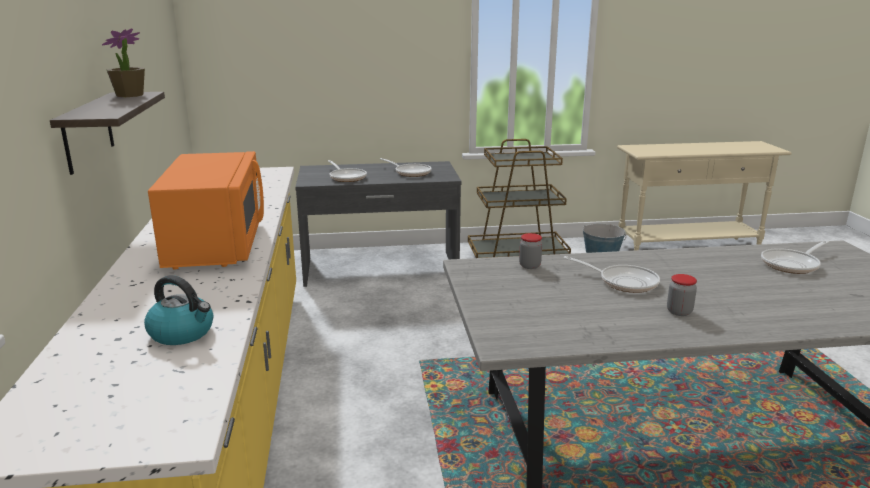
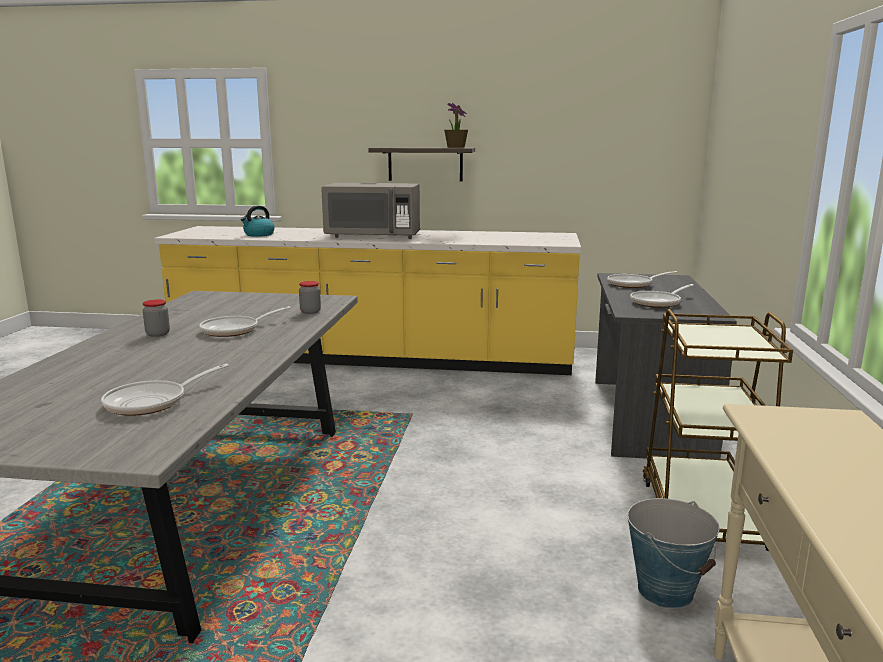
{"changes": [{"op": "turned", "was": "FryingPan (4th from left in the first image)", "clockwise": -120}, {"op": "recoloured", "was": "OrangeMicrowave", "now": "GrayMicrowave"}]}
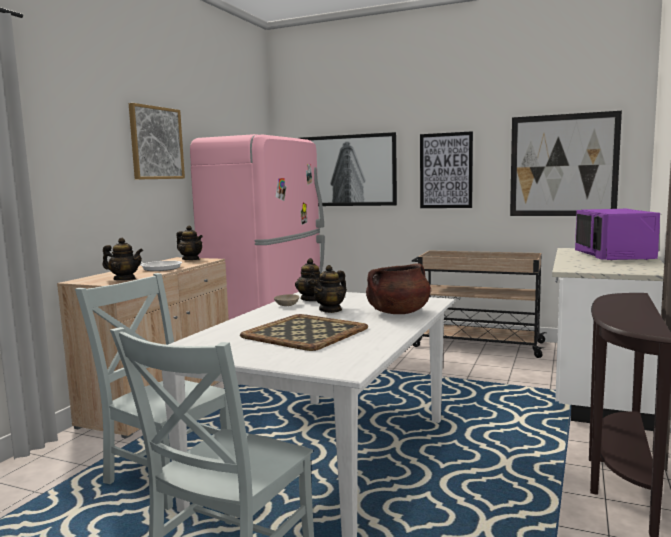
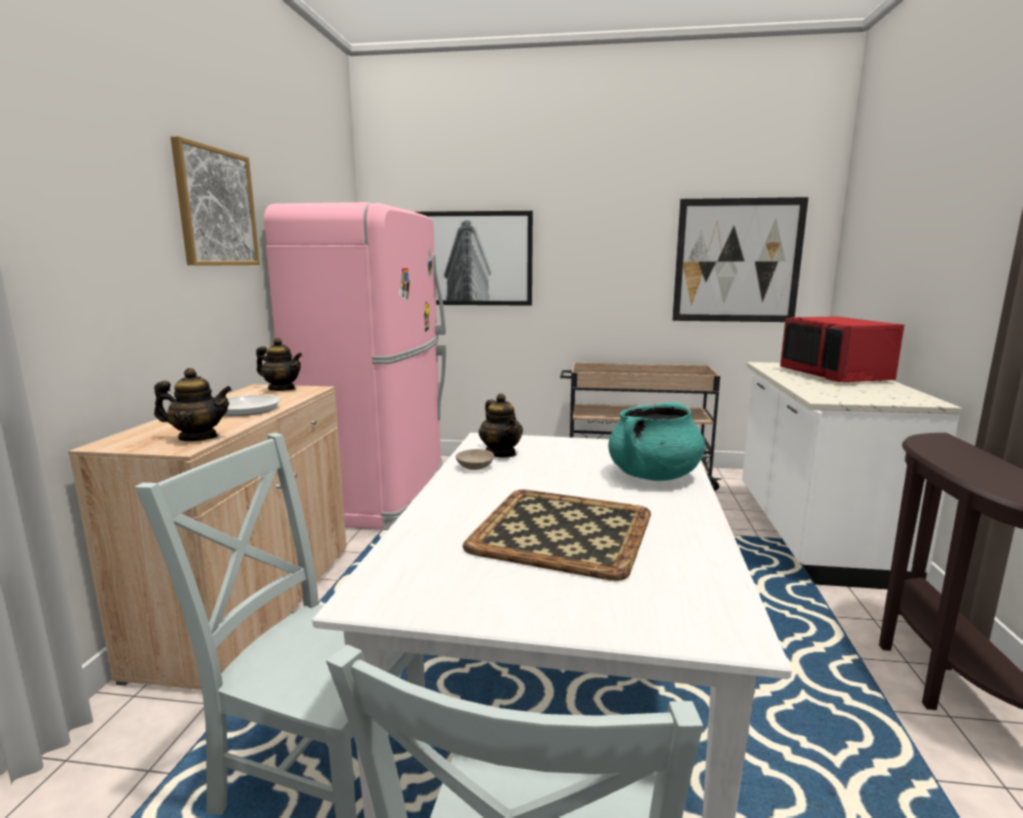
{"changes": [{"op": "recoloured", "was": "BrownColouredStockpot", "now": "BlueGreenStockpot"}, {"op": "recoloured", "was": "PurpleColouredMicrowave", "now": "RedColouredMicrowave"}, {"op": "removed", "was": "Teapot (4th from left)"}, {"op": "removed", "was": "Picture (3rd from left)"}]}
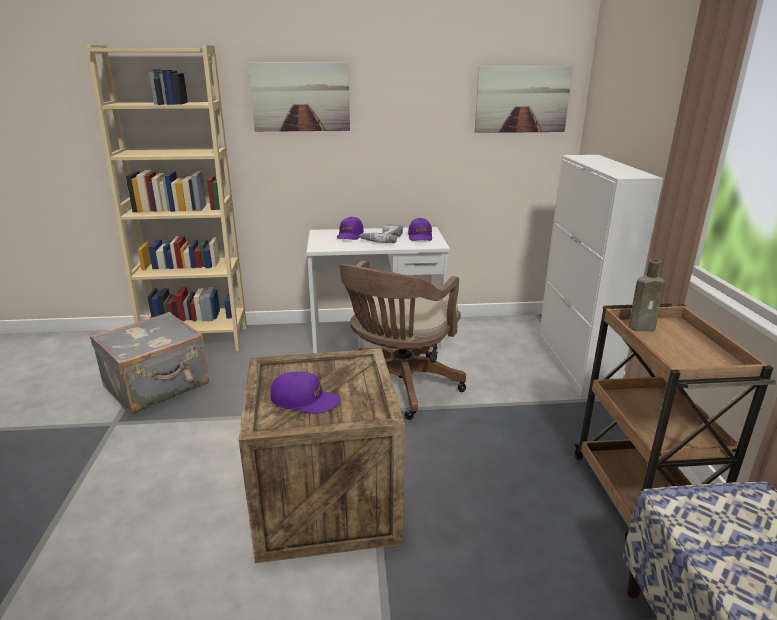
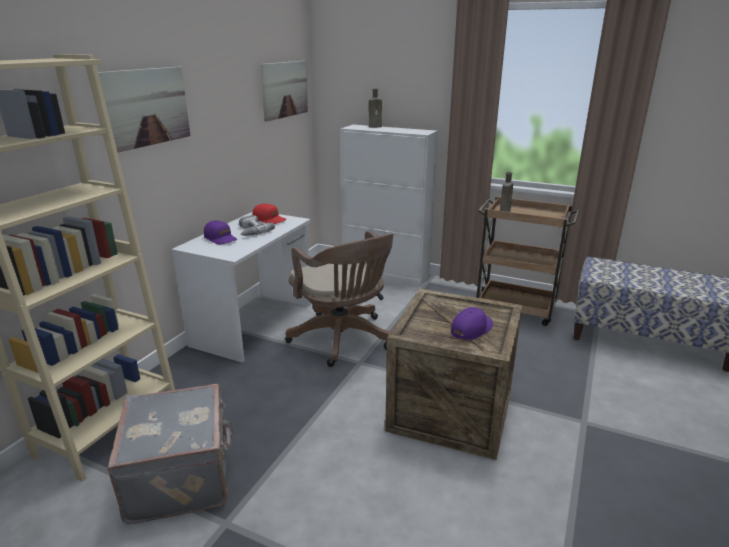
{"changes": [{"op": "recoloured", "was": "PurpleColouredCap (3rd from left)", "now": "RedColouredCap"}, {"op": "added", "now": "BrownColouredDrinkBottle (1st from left)"}]}
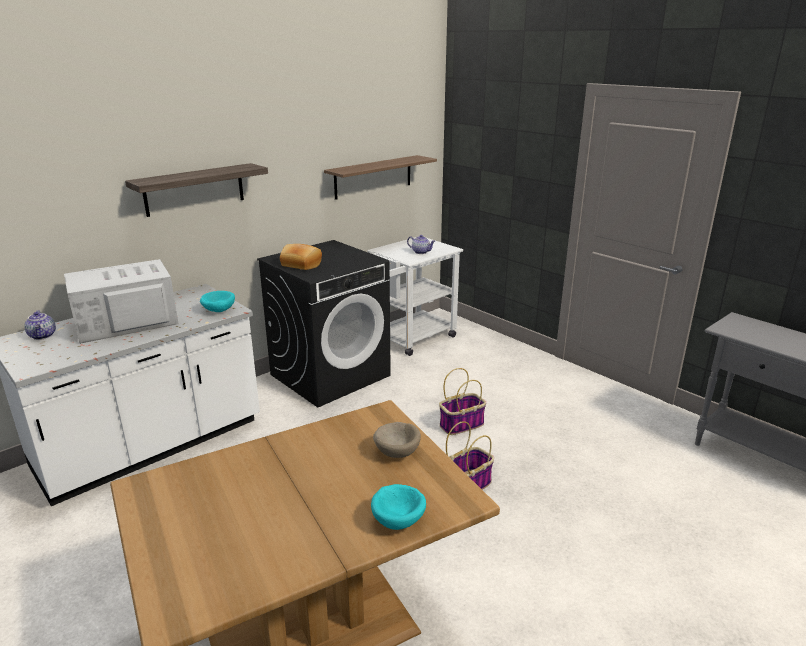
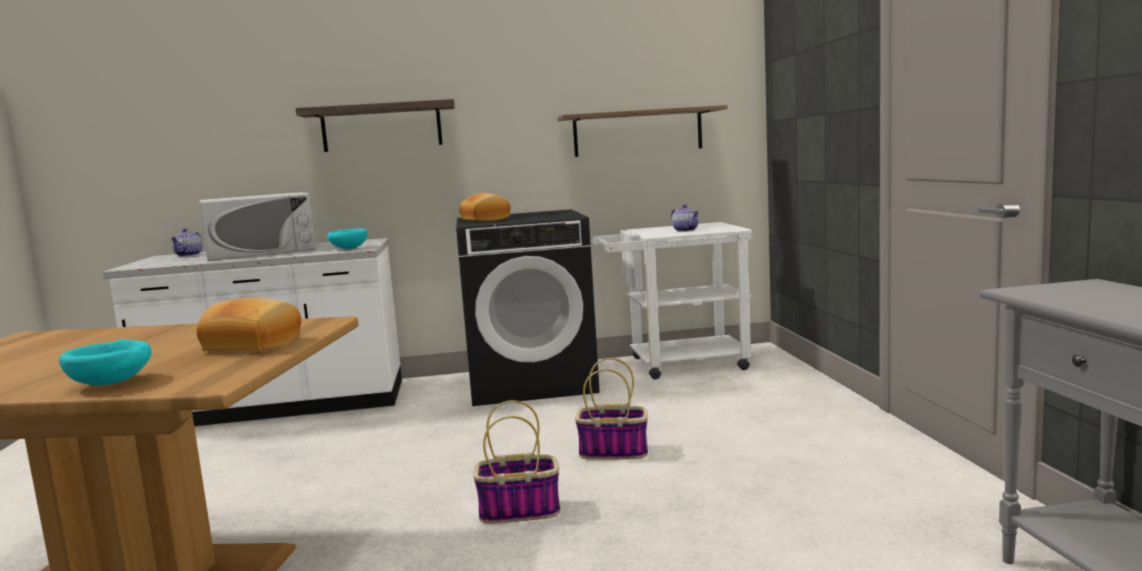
{"changes": [{"op": "replaced", "was": "BeigeBowl", "now": "Bread (1st from left)"}, {"op": "turned", "was": "WhiteMicrowave", "clockwise": 150}]}
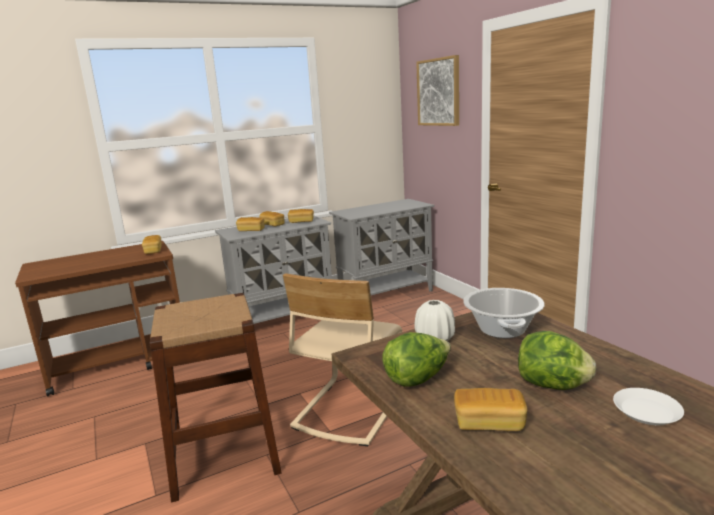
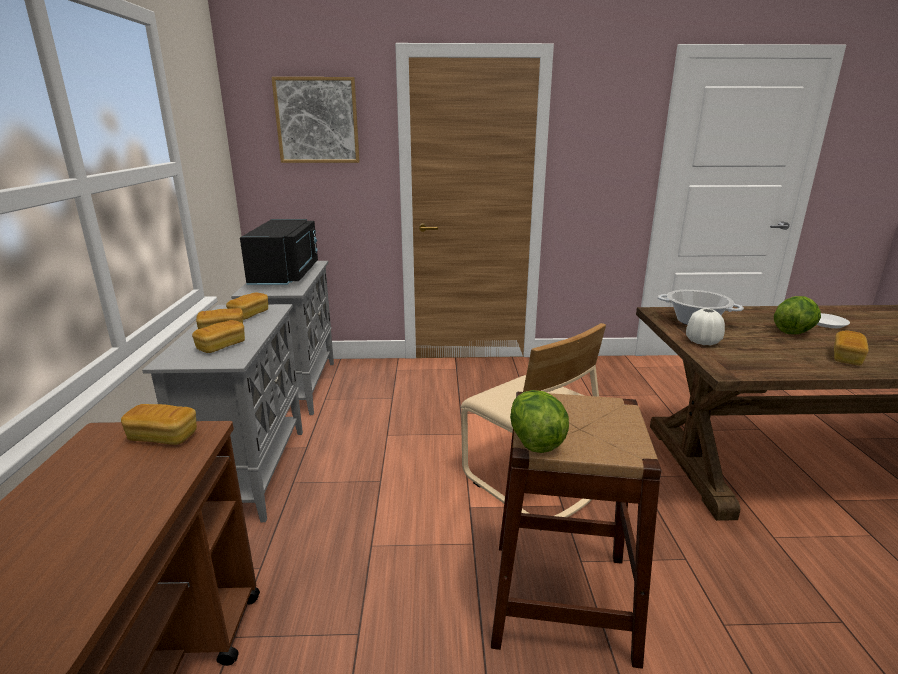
{"changes": [{"op": "added", "now": "BlackColouredMicrowave"}, {"op": "moved", "was": "Lettuce (1st from left)"}]}
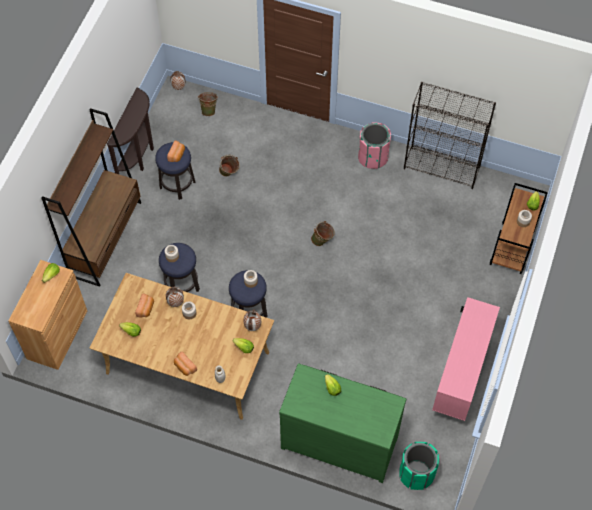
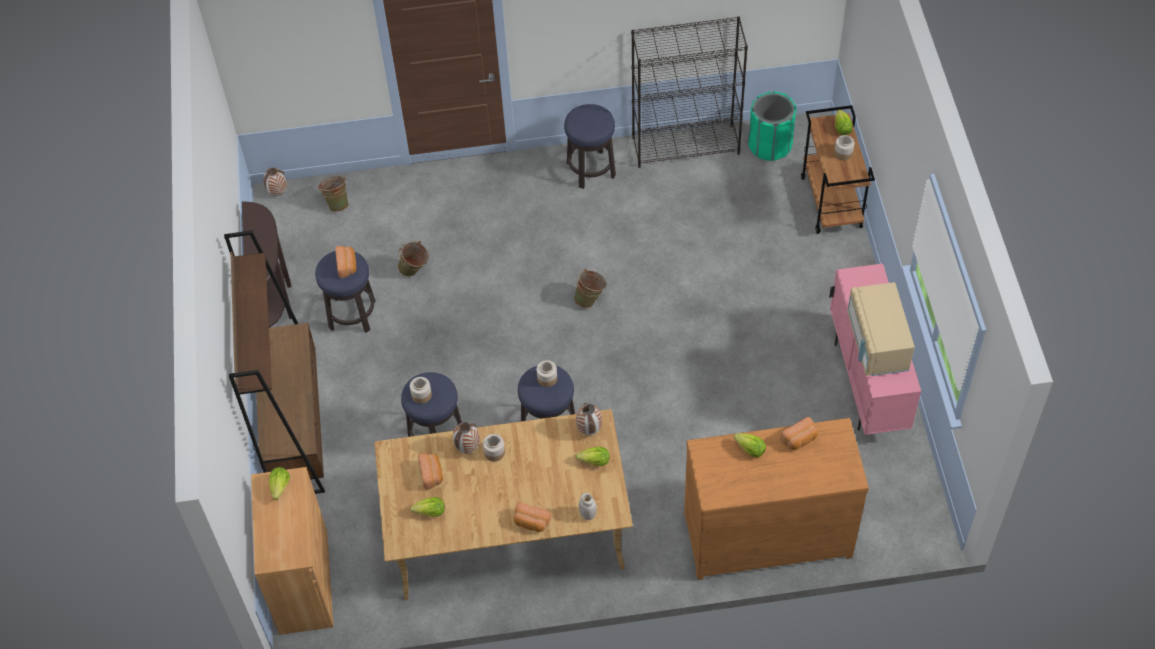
{"changes": [{"op": "replaced", "was": "PinkishTrashCan", "now": "Stool (4th from left)"}, {"op": "recoloured", "was": "GreenColouredDresser", "now": "BrownColouredDresser"}, {"op": "moved", "was": "GreenColouredTrashCan"}, {"op": "added", "now": "Bread (4th from left)"}, {"op": "added", "now": "BeigeMicrowave"}]}
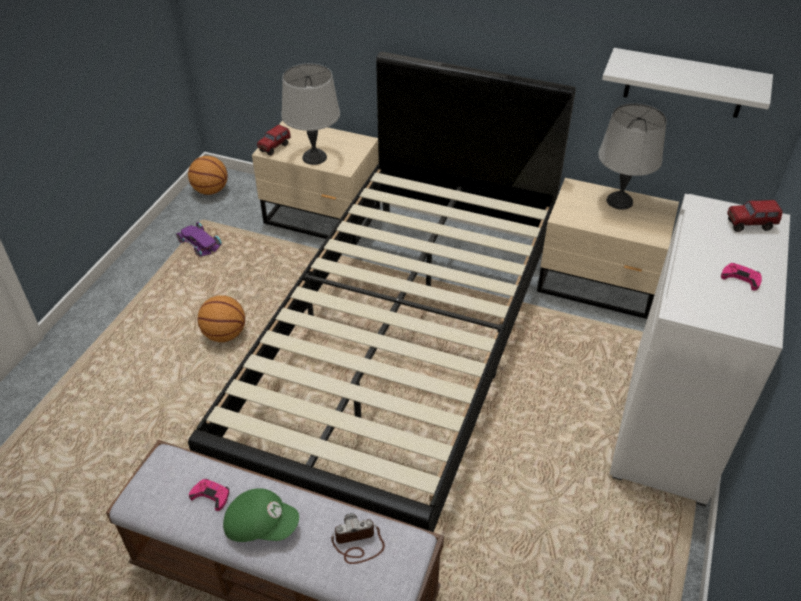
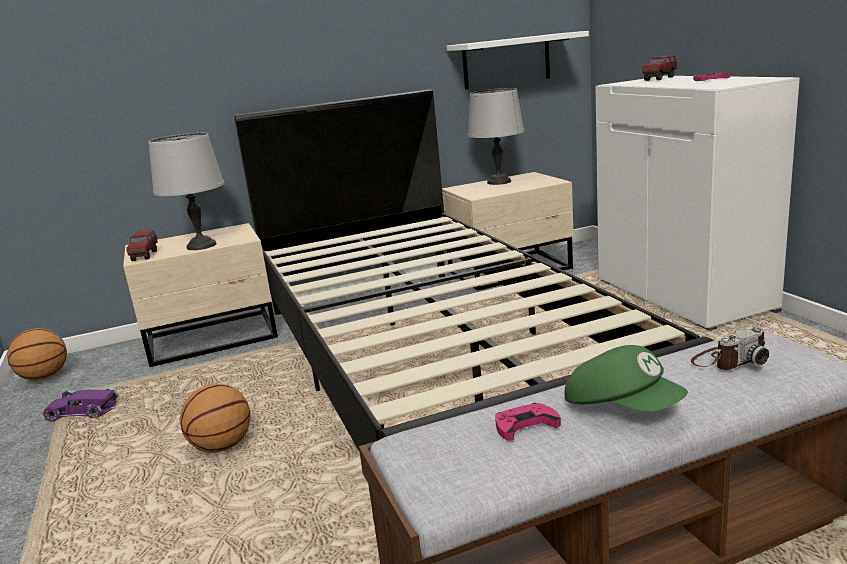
{"changes": [{"op": "turned", "was": "GreenColouredCap", "clockwise": 75}, {"op": "turned", "was": "PhotoCamera", "clockwise": -150}]}
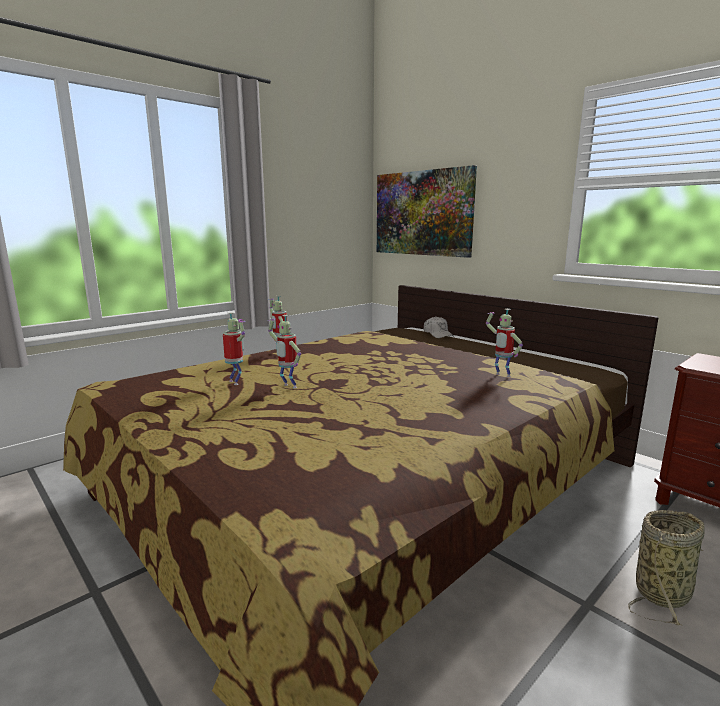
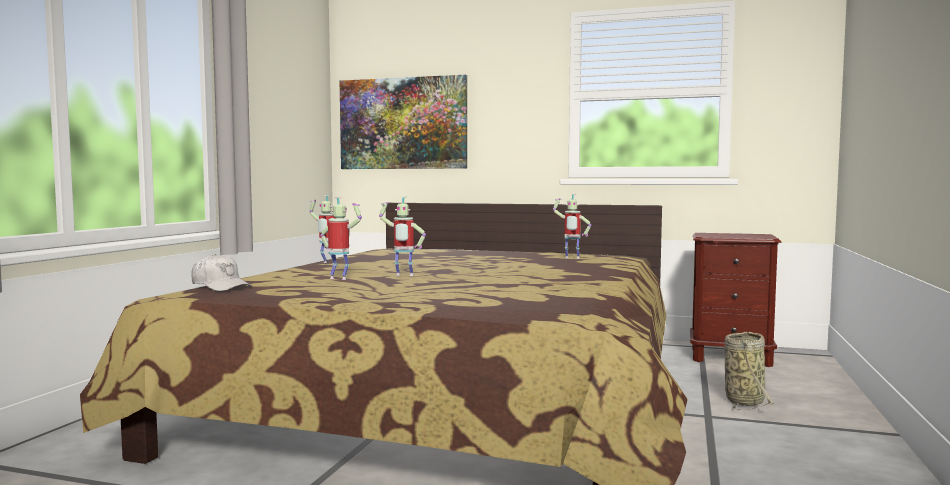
{"changes": [{"op": "moved", "was": "WhiteCap"}]}
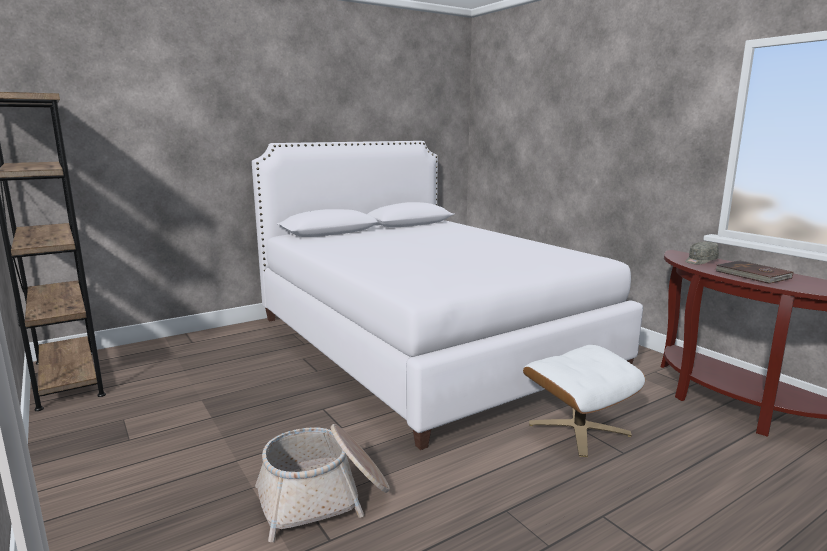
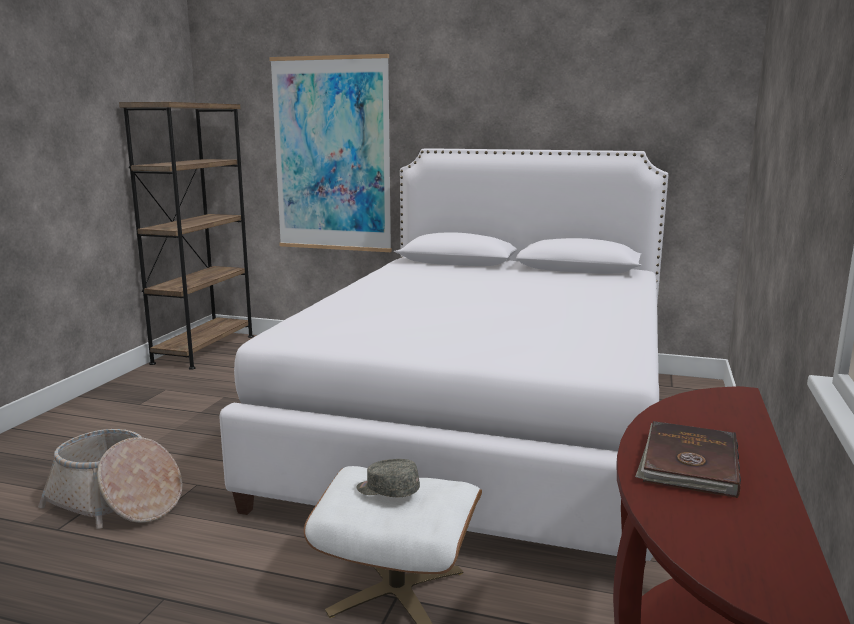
{"changes": [{"op": "added", "now": "Picture"}, {"op": "moved", "was": "GrayCap"}]}
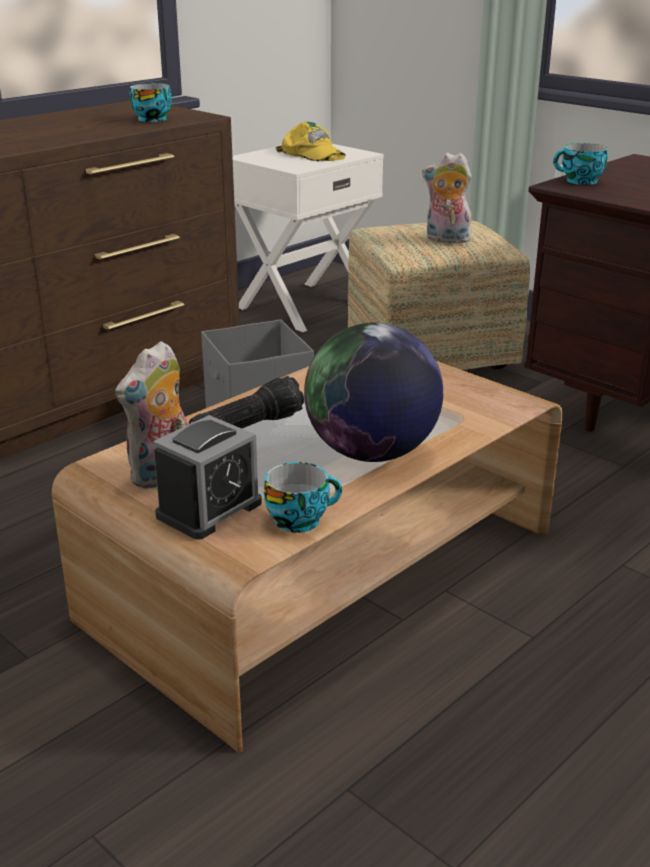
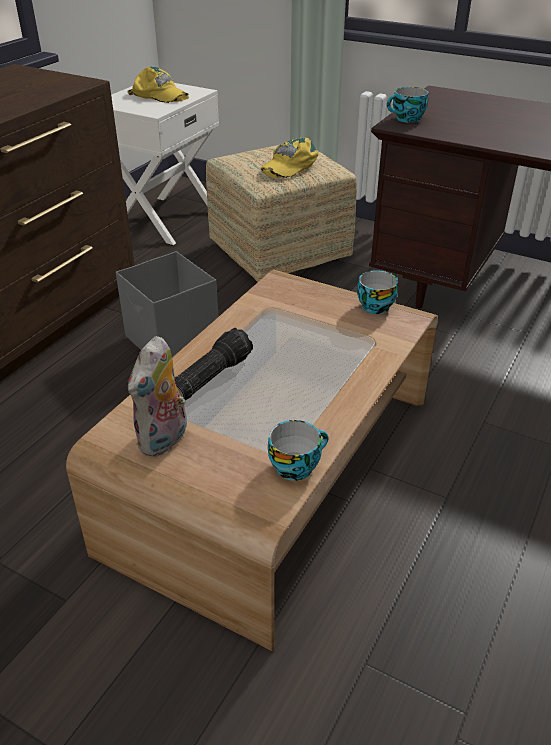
{"changes": [{"op": "replaced", "was": "PlushToy (2nd from left)", "now": "YellowCap (2nd from left)"}, {"op": "moved", "was": "SmallCup (1st from left in the first image)", "now": "SmallCup (2nd from left)"}, {"op": "removed", "was": "TableClock"}, {"op": "removed", "was": "DeskGlobe"}]}
